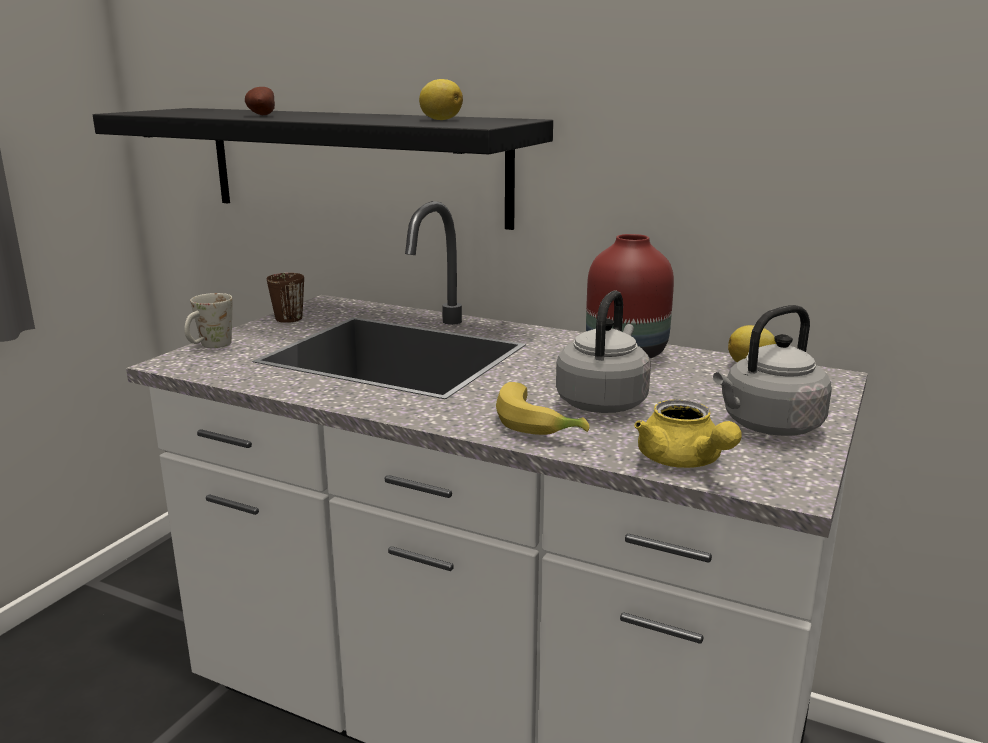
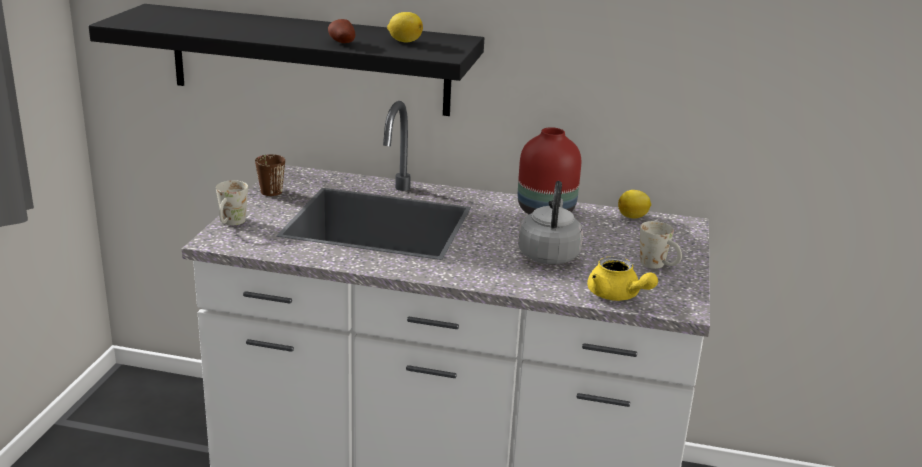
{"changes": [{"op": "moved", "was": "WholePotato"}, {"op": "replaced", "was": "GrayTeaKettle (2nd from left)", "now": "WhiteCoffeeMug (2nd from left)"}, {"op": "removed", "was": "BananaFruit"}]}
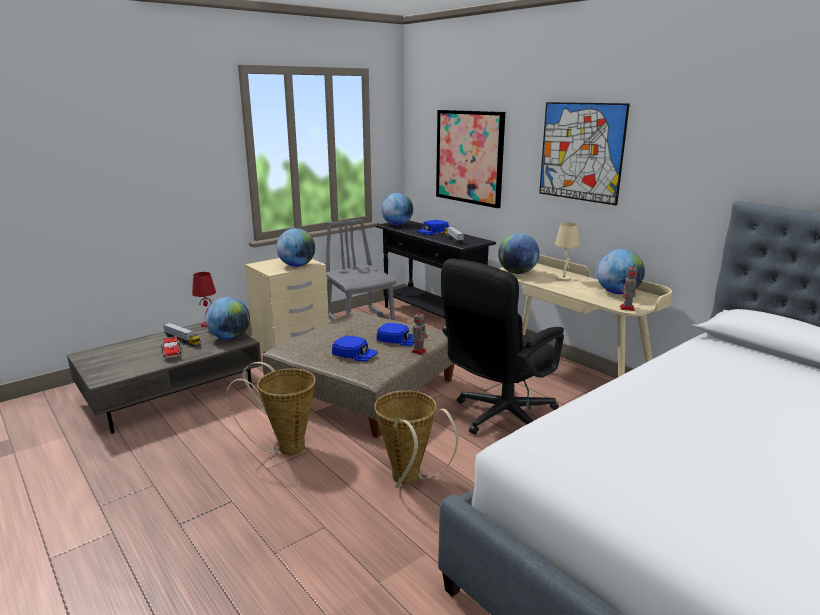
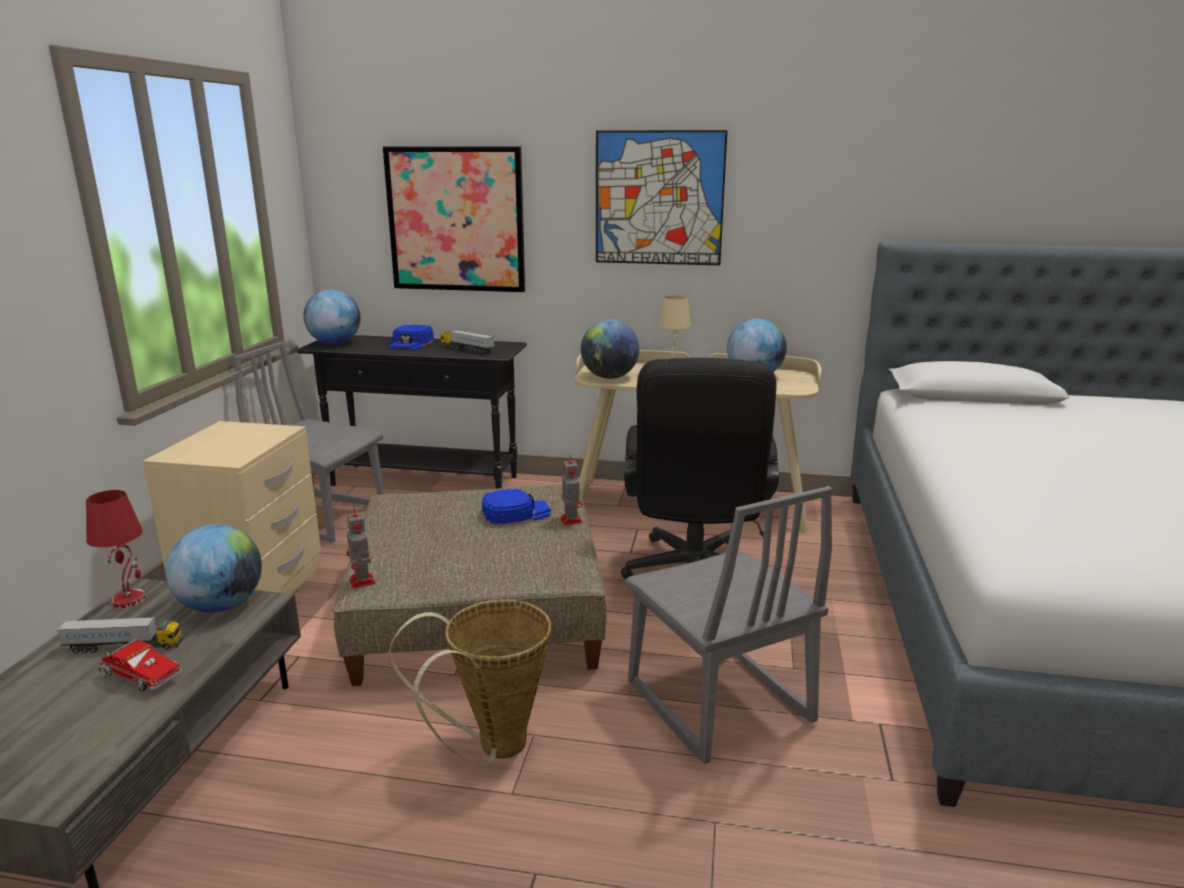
{"changes": [{"op": "moved", "was": "ToyRobot (2nd from left in the first image)", "now": "ToyRobot (1st from left)"}, {"op": "replaced", "was": "StorageBasket (2nd from left)", "now": "GrayPlainChair (2nd from left)"}, {"op": "removed", "was": "DeskGlobe (2nd from left)"}, {"op": "removed", "was": "BlueCap (1st from left)"}]}
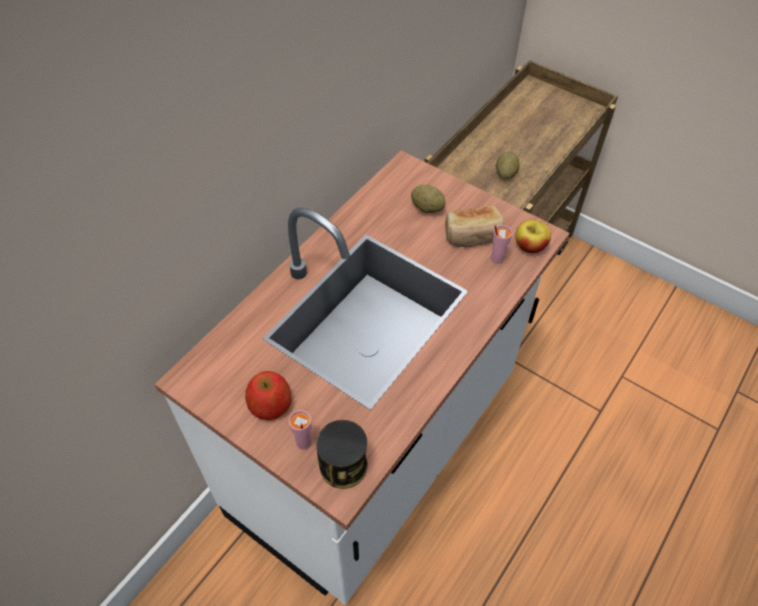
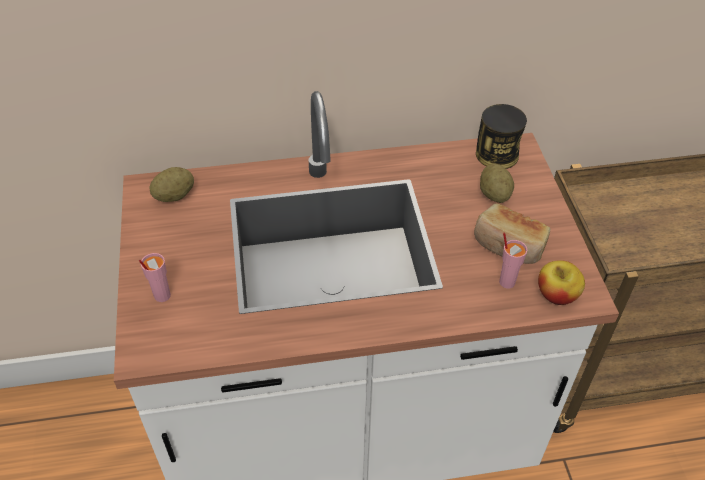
{"changes": [{"op": "moved", "was": "WholePotato (2nd from left in the first image)", "now": "WholePotato (1st from left)"}, {"op": "moved", "was": "SealedCan"}, {"op": "removed", "was": "Apple (1st from left)"}]}
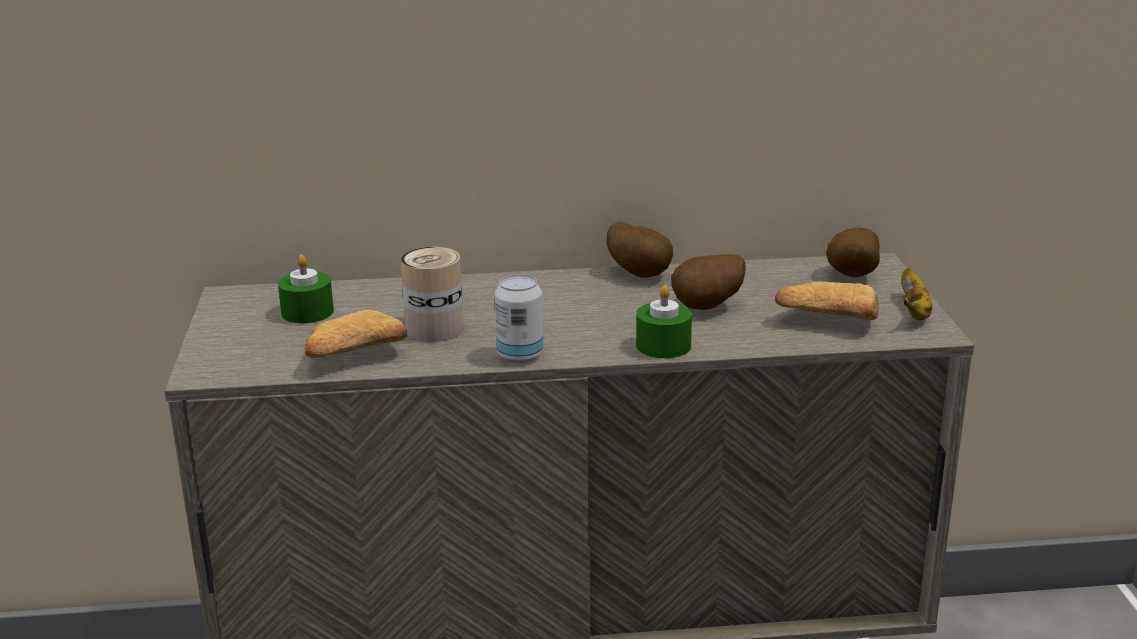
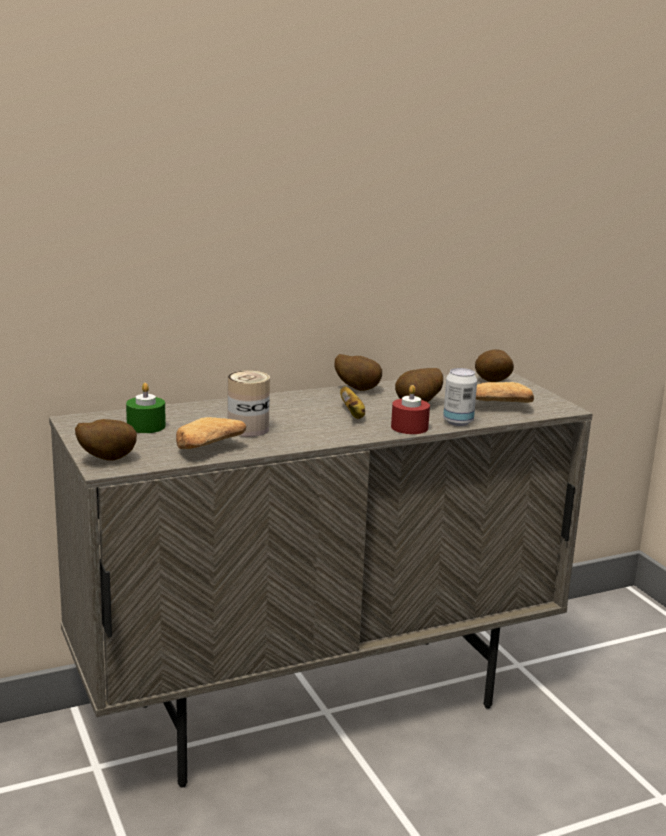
{"changes": [{"op": "added", "now": "WholePotato (1st from left)"}, {"op": "moved", "was": "BananaFruit"}, {"op": "recoloured", "was": "GreenColouredWaxCandle (2nd from left)", "now": "RedColouredWaxCandle"}, {"op": "moved", "was": "SealedCan (2nd from left)"}]}
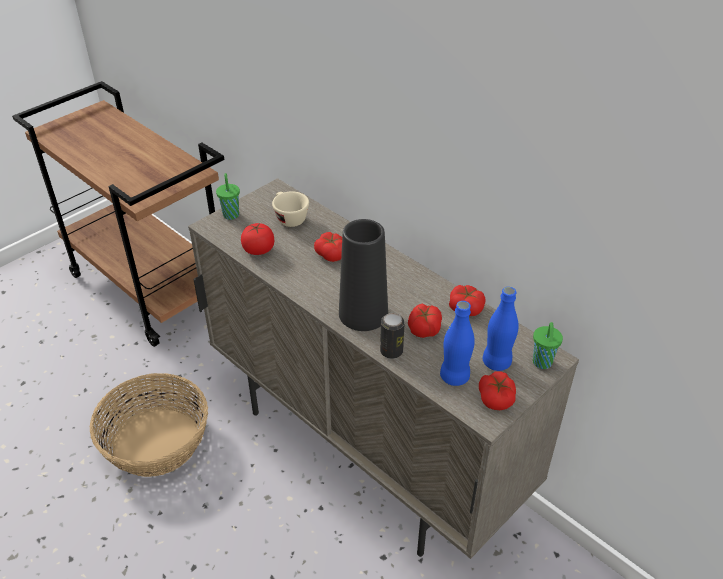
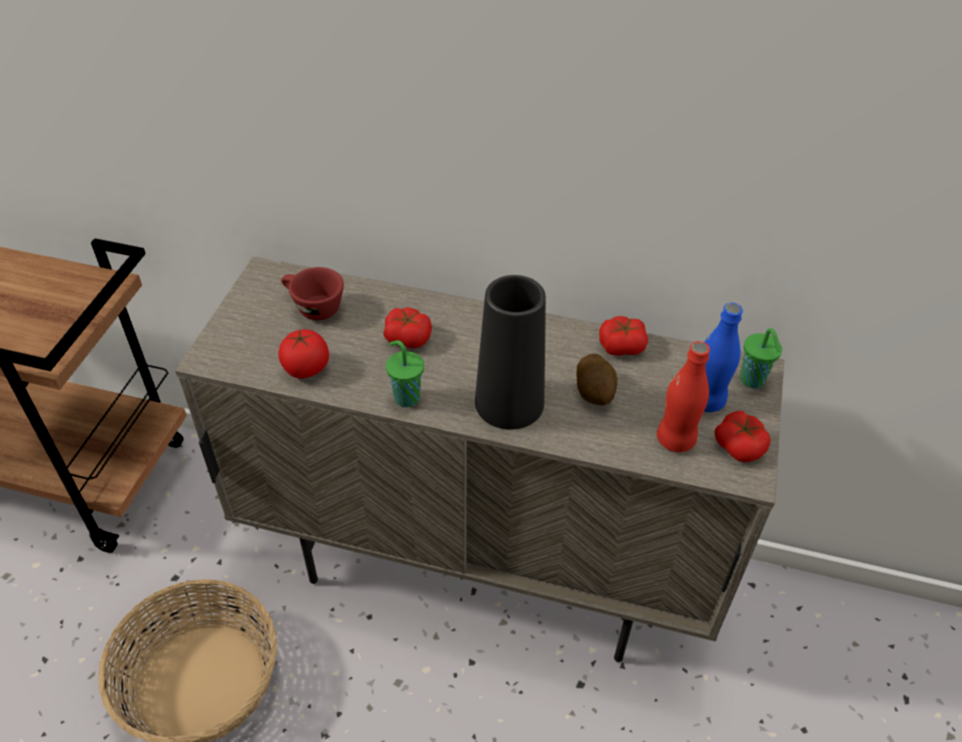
{"changes": [{"op": "recoloured", "was": "BeigeSmallCup", "now": "RedColouredSmallCup"}, {"op": "moved", "was": "GreenColouredSmallCup (1st from left)"}, {"op": "replaced", "was": "FreshTomato (3rd from left)", "now": "WholePotato"}, {"op": "recoloured", "was": "BlueDrinkBottle (1st from left)", "now": "RedColouredDrinkBottle"}, {"op": "removed", "was": "SealedCan"}]}
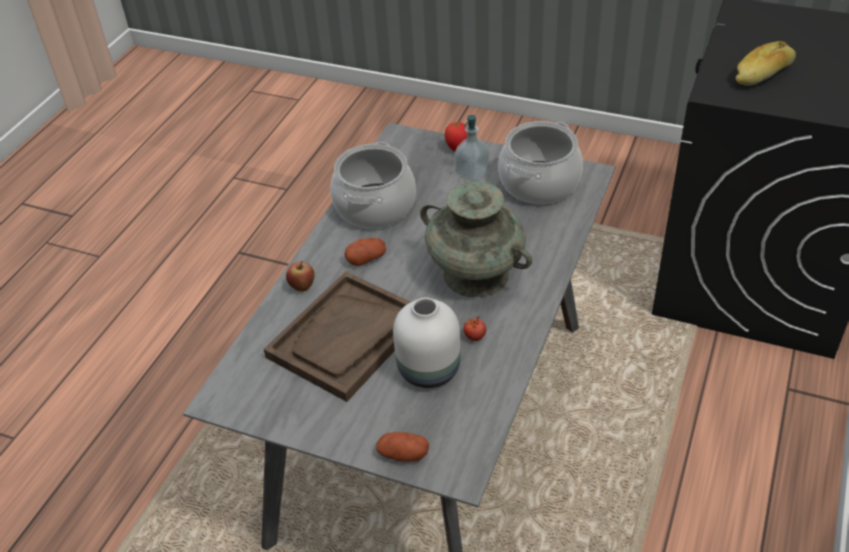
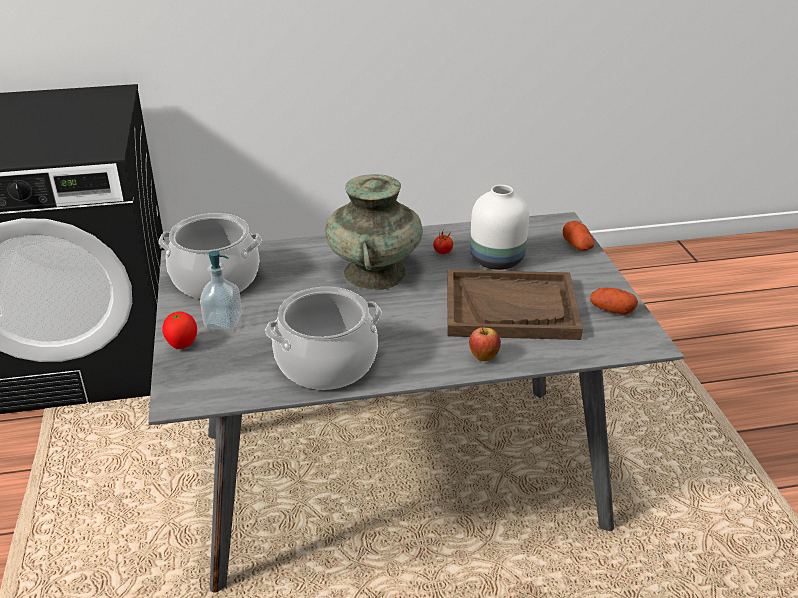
{"changes": [{"op": "moved", "was": "WholePotato (1st from left in the first image)", "now": "WholePotato (2nd from left)"}, {"op": "removed", "was": "Bread"}]}
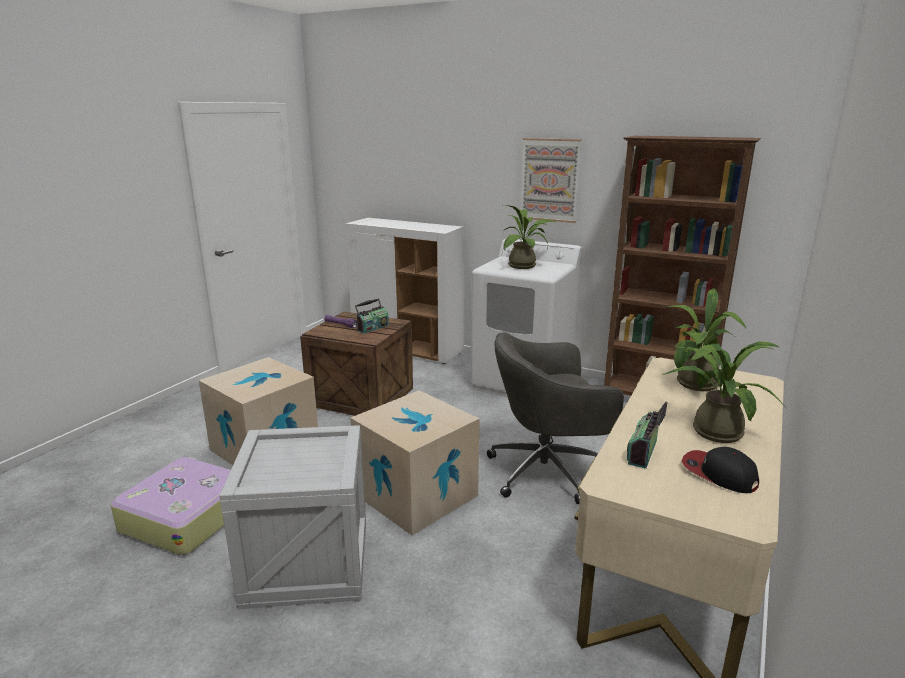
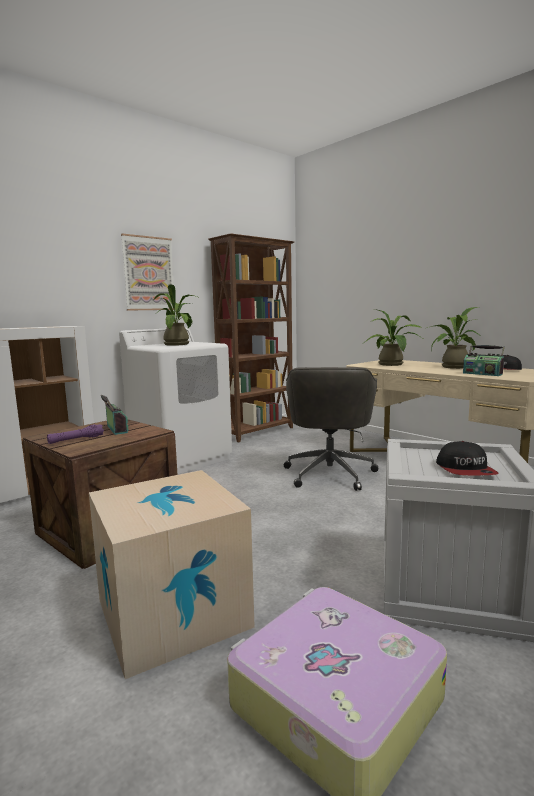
{"changes": [{"op": "added", "now": "Cap (1st from left)"}, {"op": "removed", "was": "PackingBox (2nd from left)"}]}
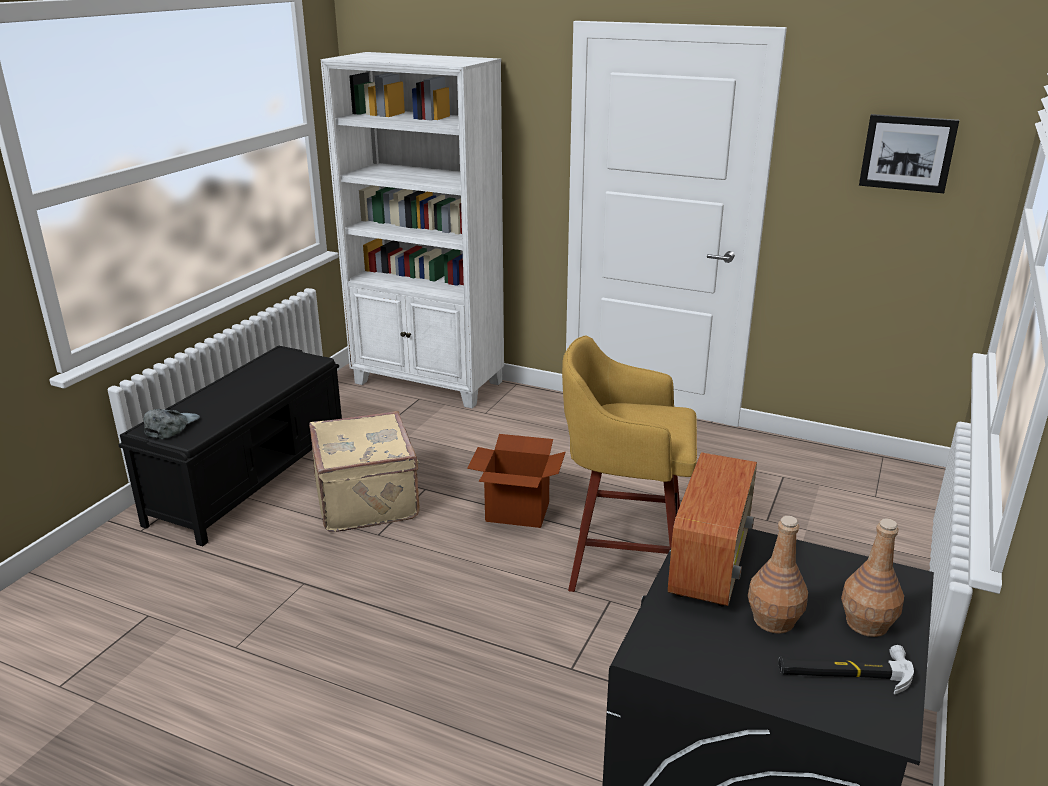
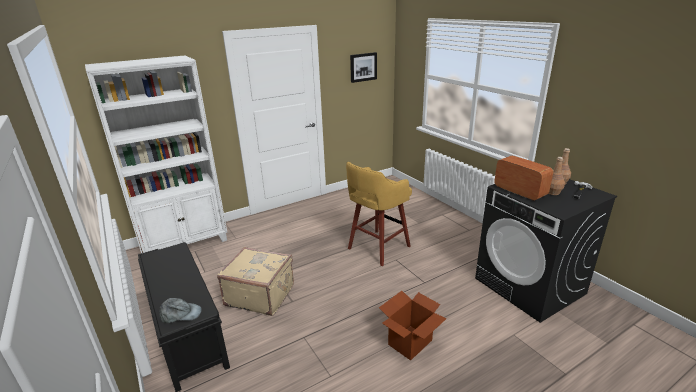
{"changes": [{"op": "turned", "was": "GrayCap", "clockwise": 120}, {"op": "moved", "was": "PackingBox"}]}
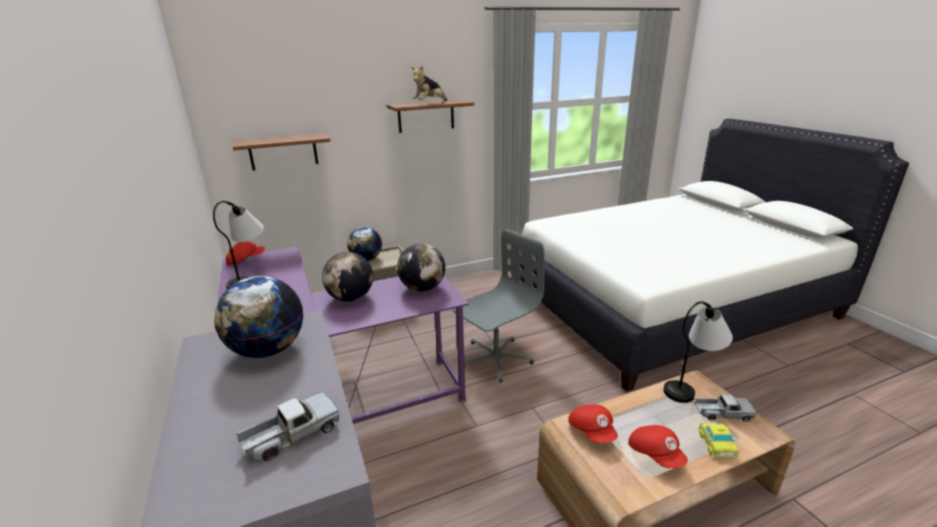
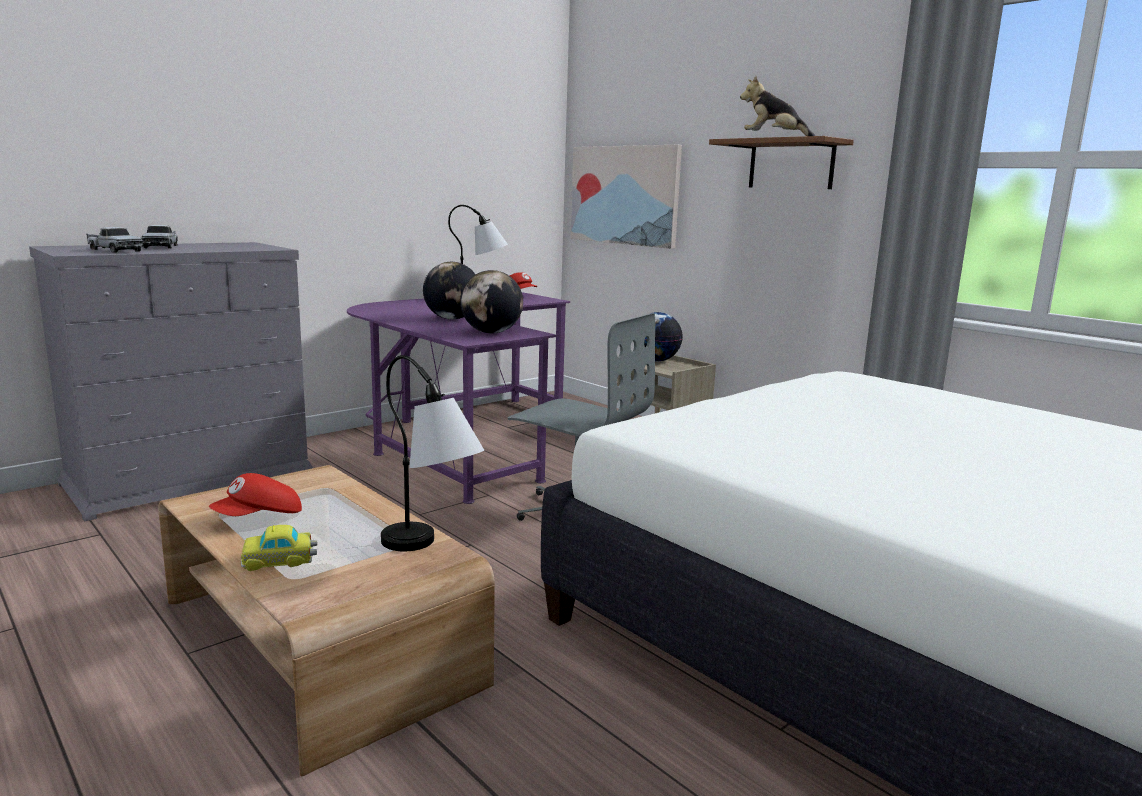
{"changes": [{"op": "moved", "was": "ToyTruck (2nd from left)"}, {"op": "replaced", "was": "BrownColouredShelf (1st from left)", "now": "Picture"}, {"op": "removed", "was": "DeskGlobe (1st from left)"}, {"op": "removed", "was": "RedColouredCap (2nd from left)"}]}
